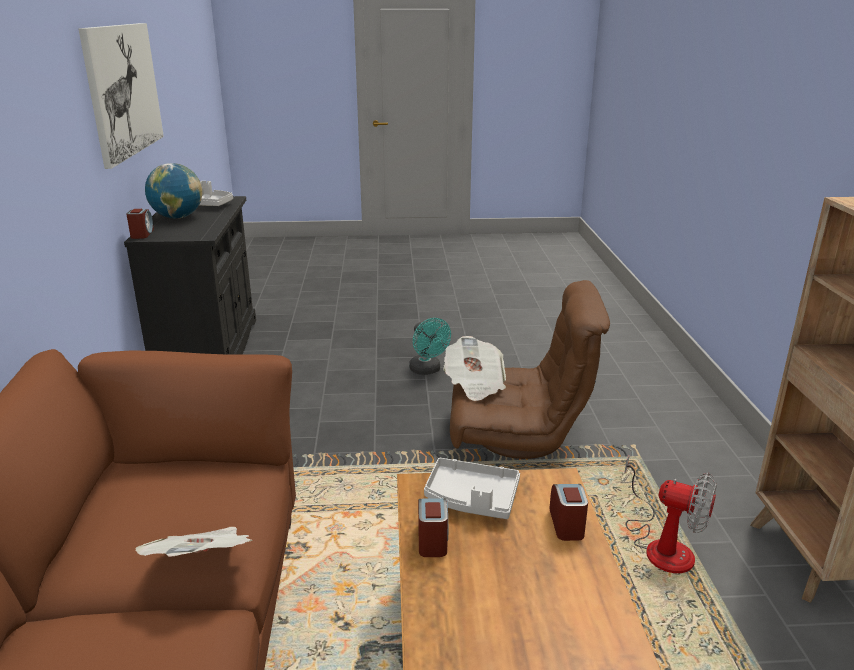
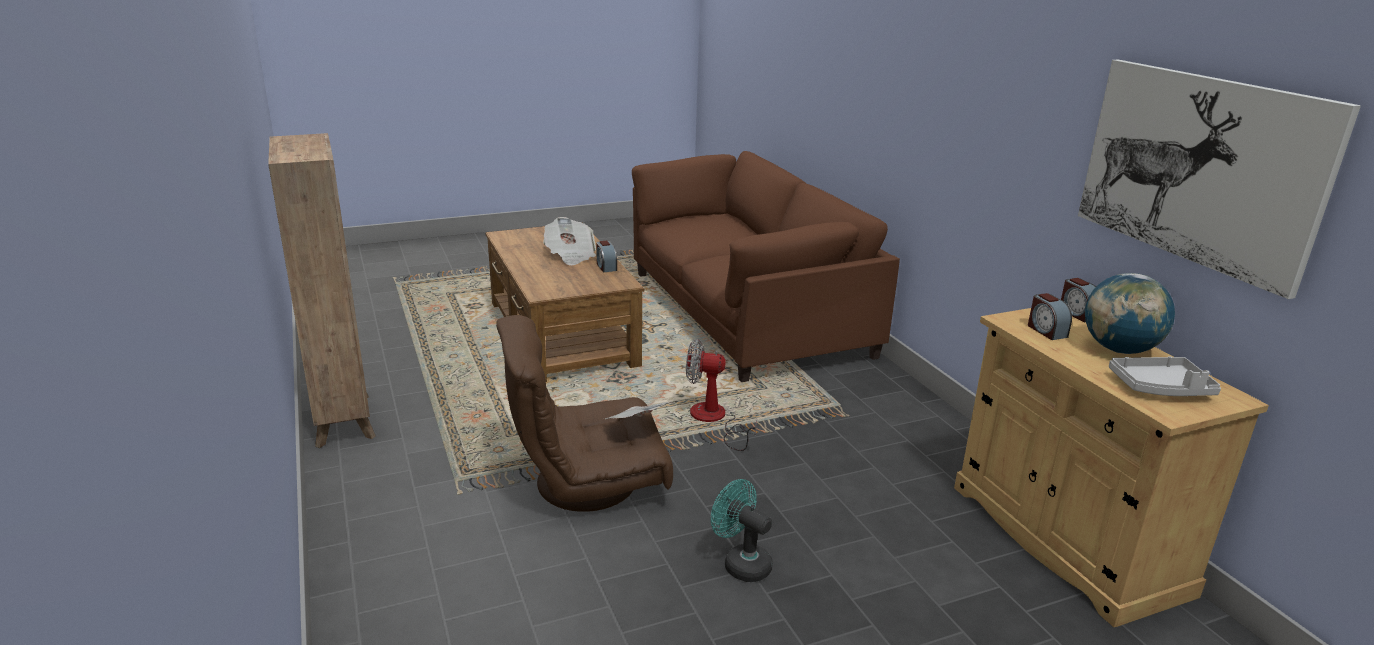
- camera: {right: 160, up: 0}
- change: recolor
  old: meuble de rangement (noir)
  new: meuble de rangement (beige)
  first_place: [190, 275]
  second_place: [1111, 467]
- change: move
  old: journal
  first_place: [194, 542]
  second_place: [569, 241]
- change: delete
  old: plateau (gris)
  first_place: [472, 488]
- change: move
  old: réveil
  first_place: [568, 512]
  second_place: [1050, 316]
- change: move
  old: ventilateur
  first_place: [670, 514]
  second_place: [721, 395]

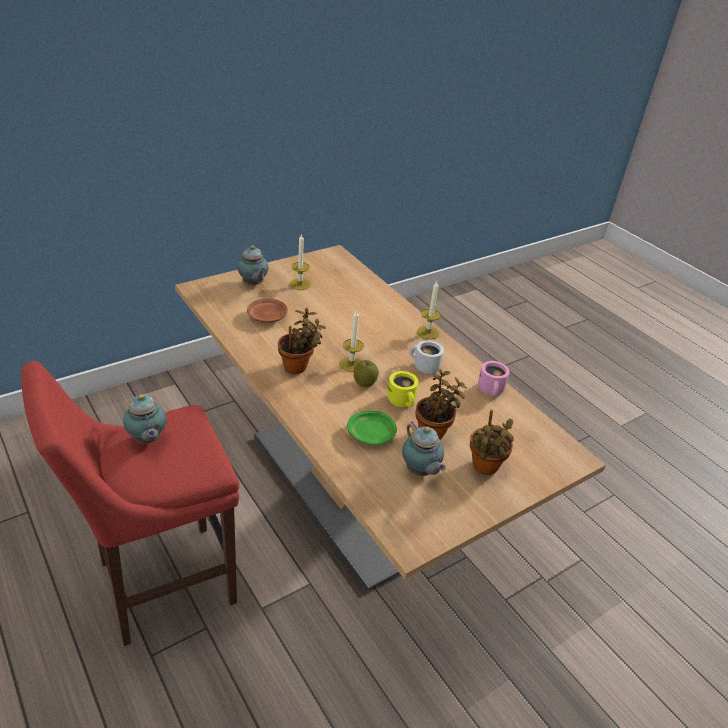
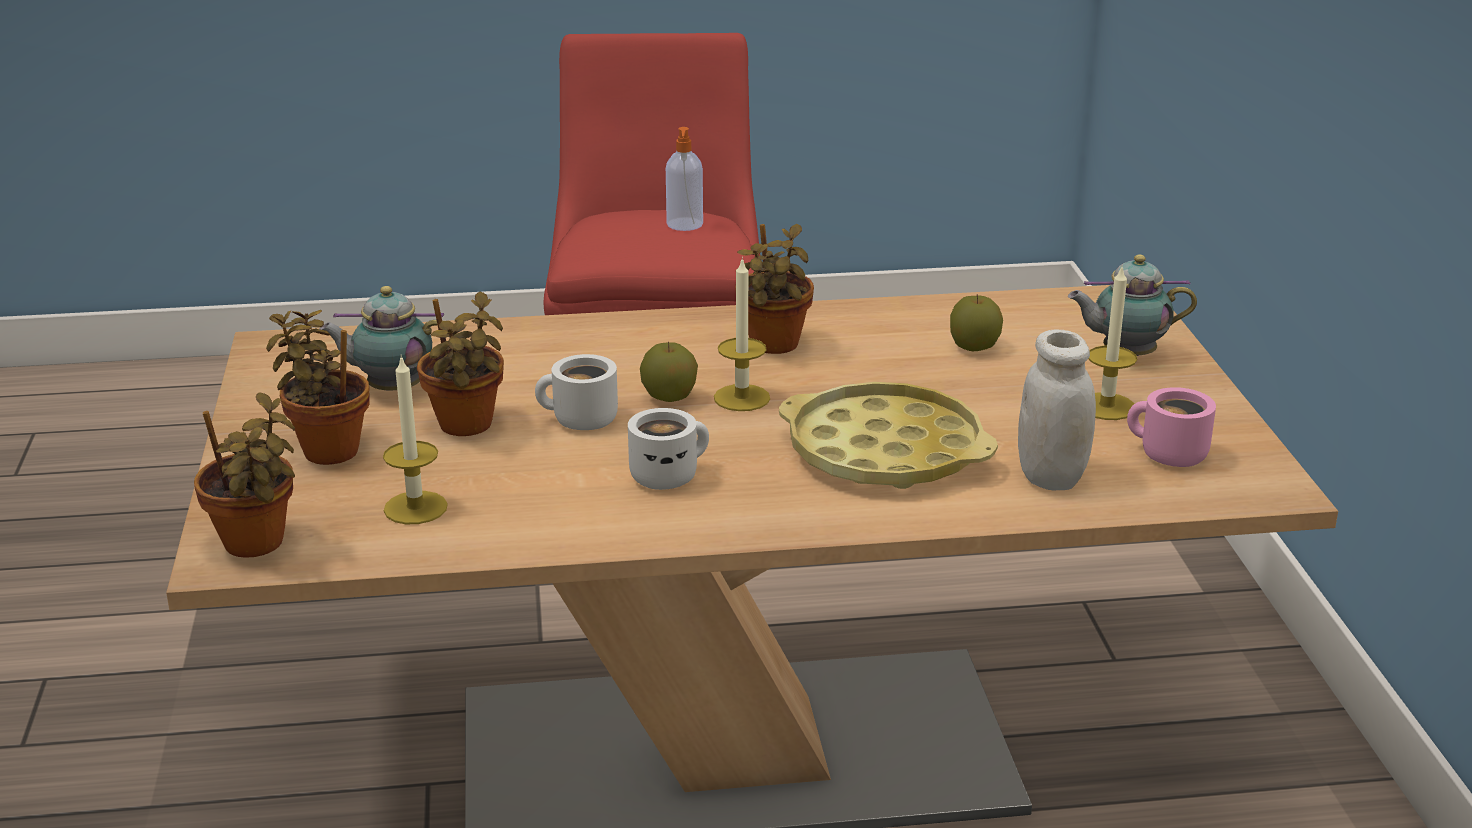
- camera: {right: 120, up: -10}
- change: replace
  old: théière
  new: distributeur de savon
  first_place: [144, 417]
  second_place: [684, 179]
- change: replace
  old: assiette (marron)
  new: pomme
  first_place: [267, 311]
  second_place: [976, 322]
- change: delete
  old: assiette (vert)
  first_place: [372, 428]
- change: recolor
  old: mug (jaune)
  new: mug (blanc)
  first_place: [402, 389]
  second_place: [576, 392]
- change: move
  old: bougie
  first_place: [429, 310]
  second_place: [415, 440]
- change: move
  old: mug (rose)
  first_place: [494, 378]
  second_place: [1171, 427]
- change: insert
  new: plante en pot
  second_place: [244, 475]
- change: insert
  new: plateau (jaune)
  second_place: [888, 435]
- change: insert
  new: bocal (blanc)
  second_place: [1057, 409]

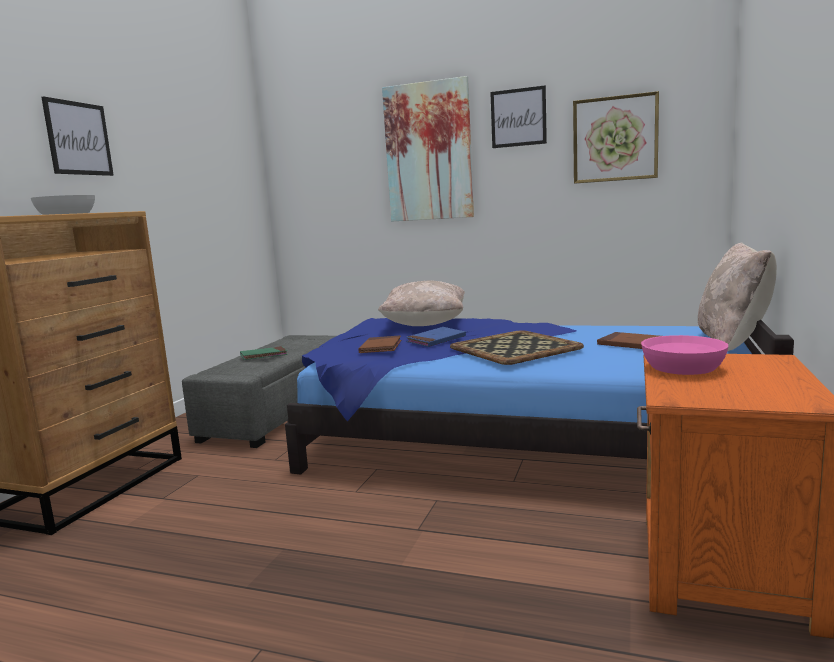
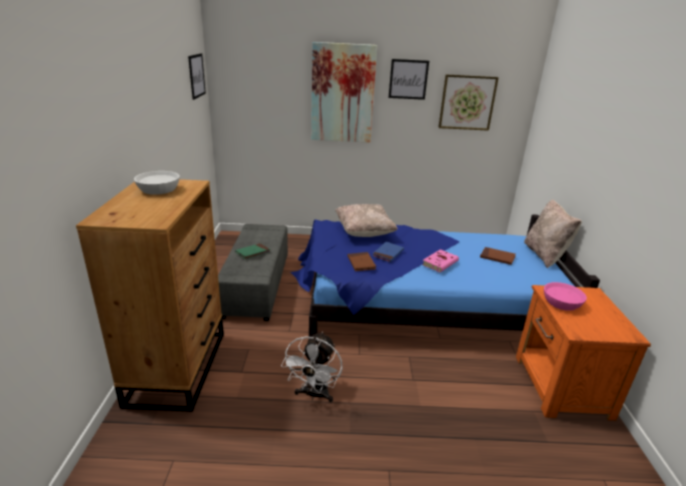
- camera: {right: -20, up: 15}
- change: move
  old: tableau
  first_place: [77, 136]
  second_place: [197, 76]
- change: replace
  old: plateau
  new: livre (rose)
  first_place: [517, 347]
  second_place: [440, 260]
- change: insert
  new: ventilateur (blanc)
  second_place: [312, 367]

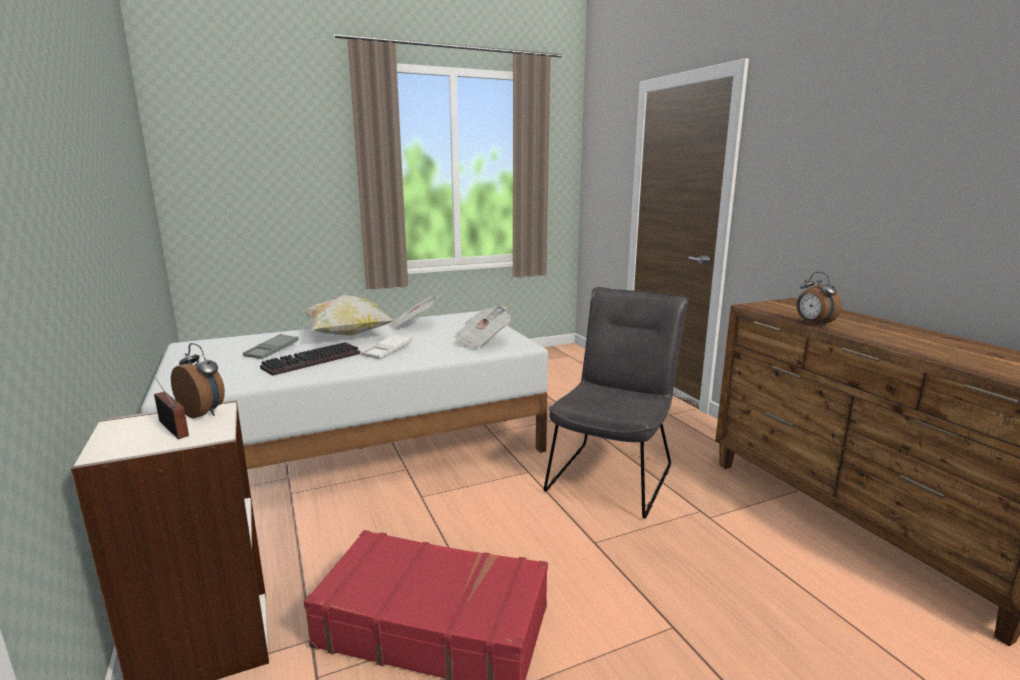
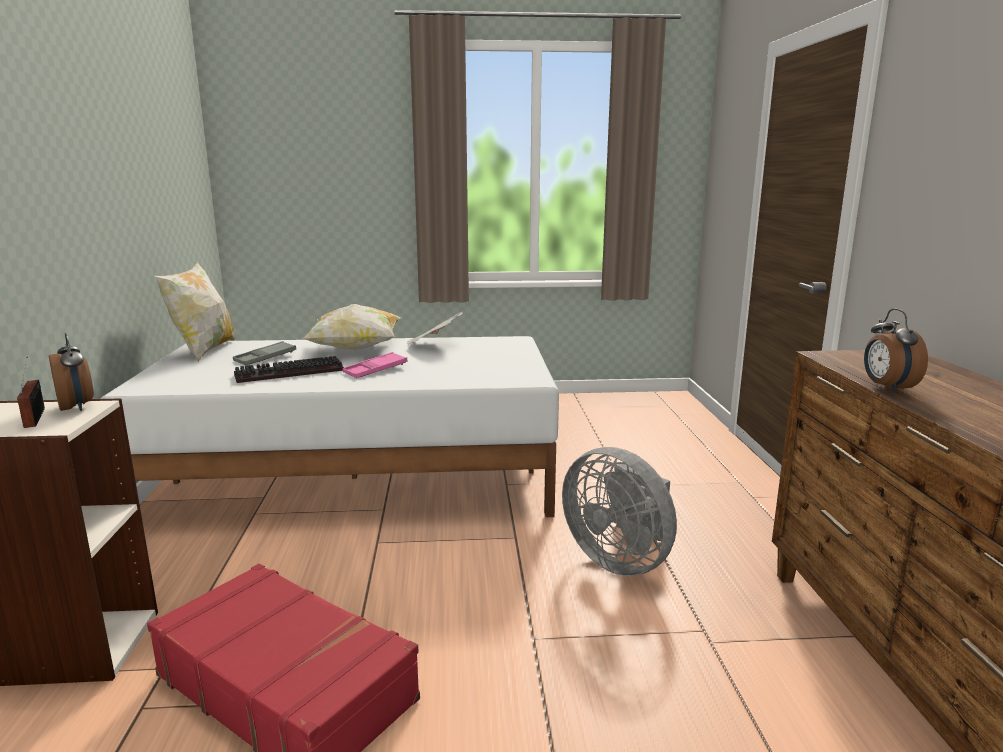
- camera: {right: 20, up: 0}
- change: recolor
  old: plateau (blanc)
  new: plateau (rose)
  first_place: [387, 346]
  second_place: [375, 365]
- change: delete
  old: journal
  first_place: [482, 327]
- change: replace
  old: chaise (gris)
  new: ventilateur (gris)
  first_place: [616, 403]
  second_place: [619, 511]
- change: insert
  new: coussin
  second_place: [195, 312]

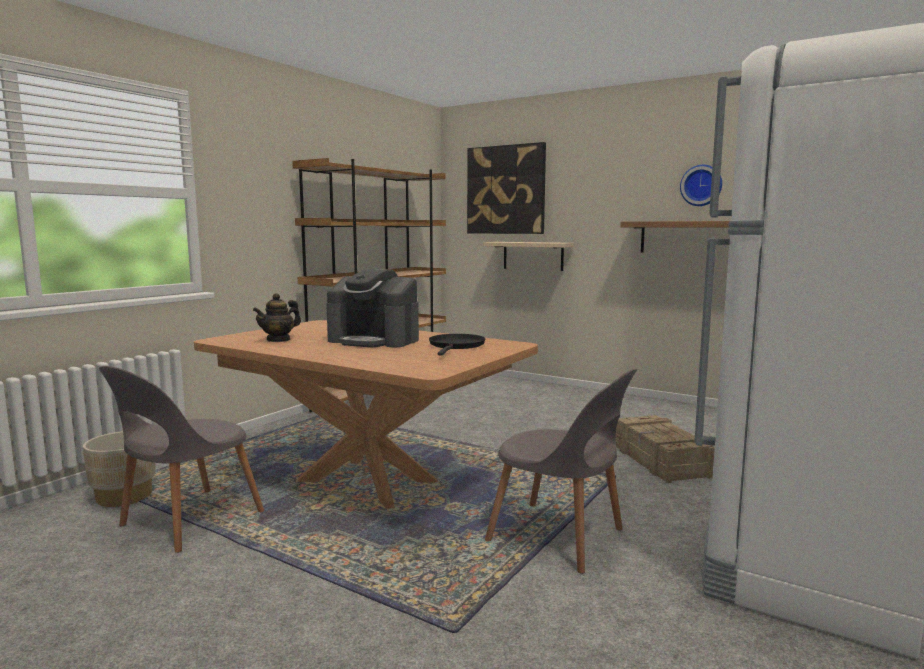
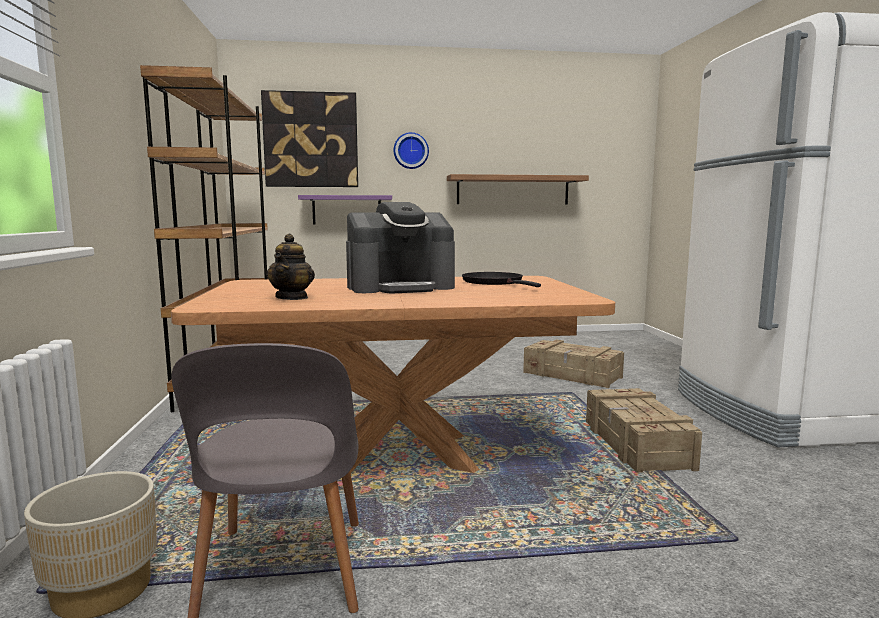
- camera: {right: -40, up: 0}
- change: recolor
  old: étagère (beige)
  new: étagère (violet)
  first_place: [528, 256]
  second_place: [345, 210]
- change: replace
  old: chaise (gris)
  new: caisse
  first_place: [561, 471]
  second_place: [644, 430]
- change: move
  old: horloge murale
  first_place: [701, 185]
  second_place: [411, 150]

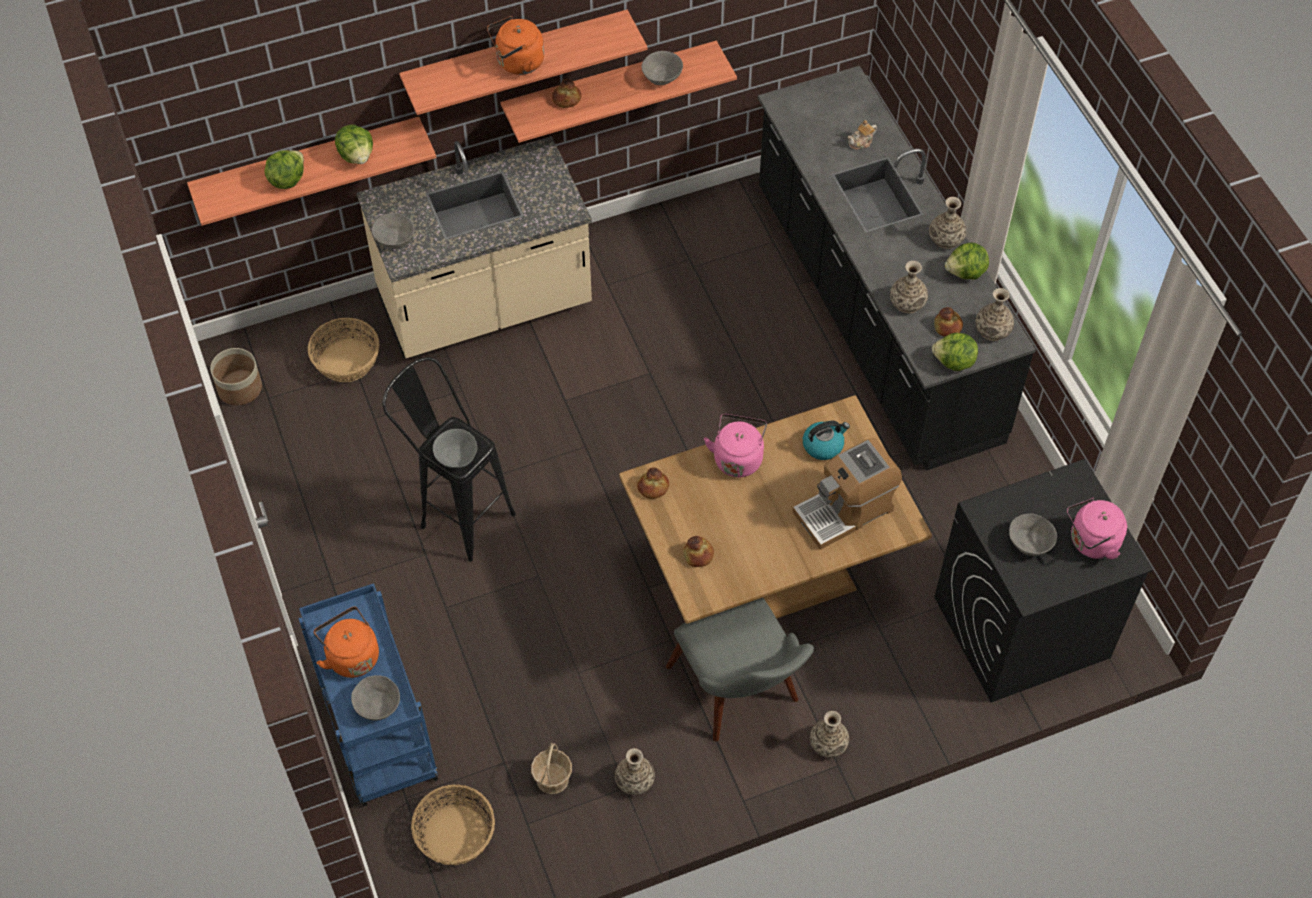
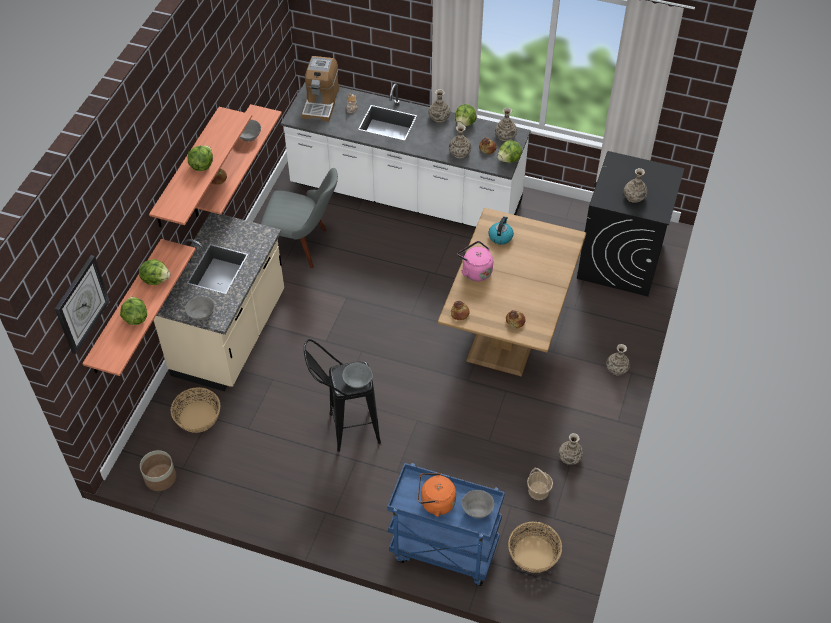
- camera: {right: -50, up: -5}
- change: replace
  old: bouilloire (orange)
  new: laitue
  first_place: [515, 45]
  second_place: [200, 158]
- change: move
  old: chaise (gris)
  first_place: [740, 670]
  second_place: [299, 218]
- change: recolor
  old: comptoir de cuisine (noir)
  new: comptoir de cuisine (blanc)
  first_place: [897, 268]
  second_place: [405, 155]
- change: move
  old: machine à café
  first_place: [847, 494]
  second_place: [320, 88]
- change: replace
  old: bol (gris)
  new: vase
  first_place: [1033, 535]
  second_place: [635, 185]
- change: delete
  old: bouilloire (rose)
  first_place: [1097, 528]
- change: insert
  new: horloge murale
  second_place: [82, 304]

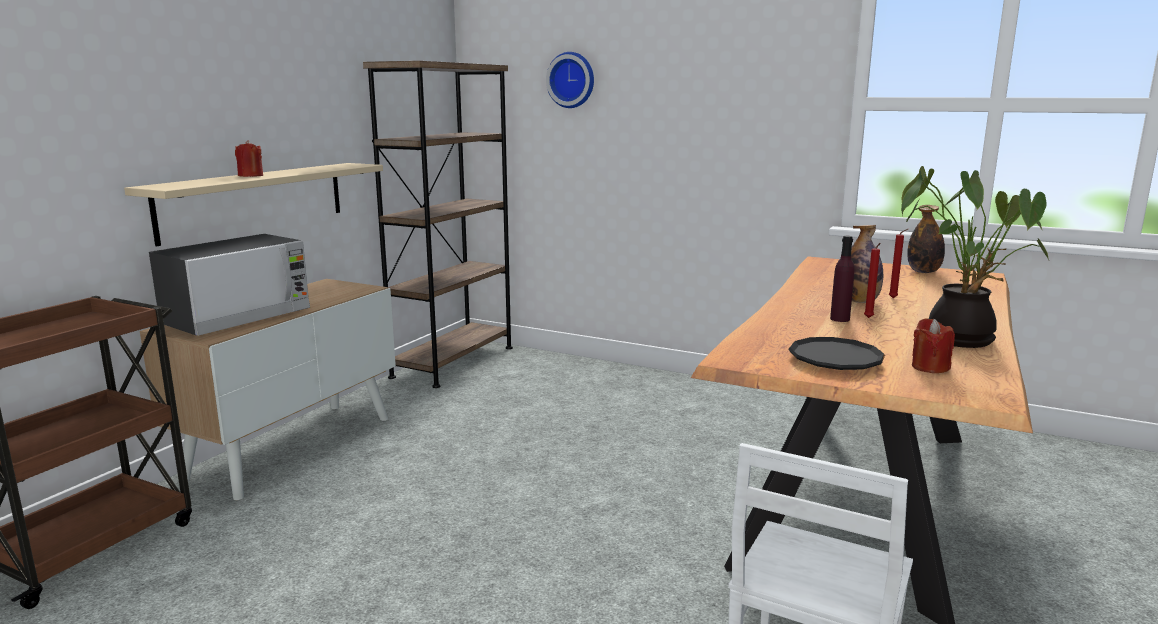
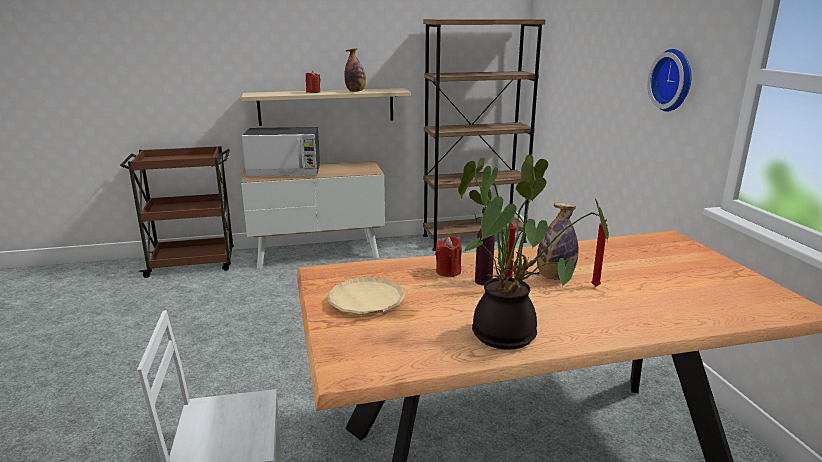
- camera: {right: 50, up: 5}
- change: move
  old: horloge murale
  first_place: [570, 80]
  second_place: [670, 80]
- change: recolor
  old: assiette (noir)
  new: assiette (beige)
  first_place: [836, 353]
  second_place: [366, 296]
- change: move
  old: bouteille
  first_place: [926, 239]
  second_place: [355, 70]
- change: move
  old: bougie (rouge)
  first_place: [933, 345]
  second_place: [448, 256]

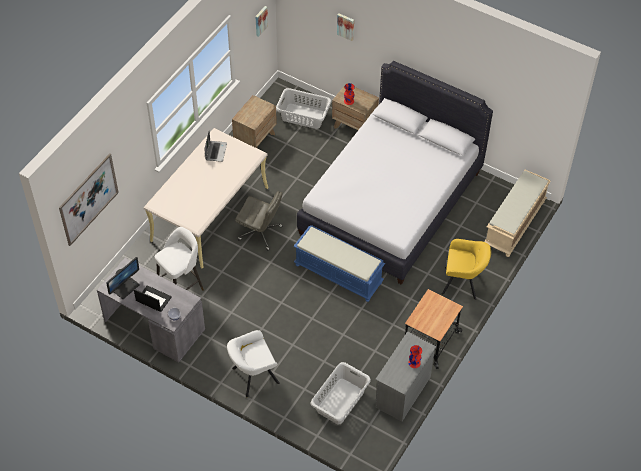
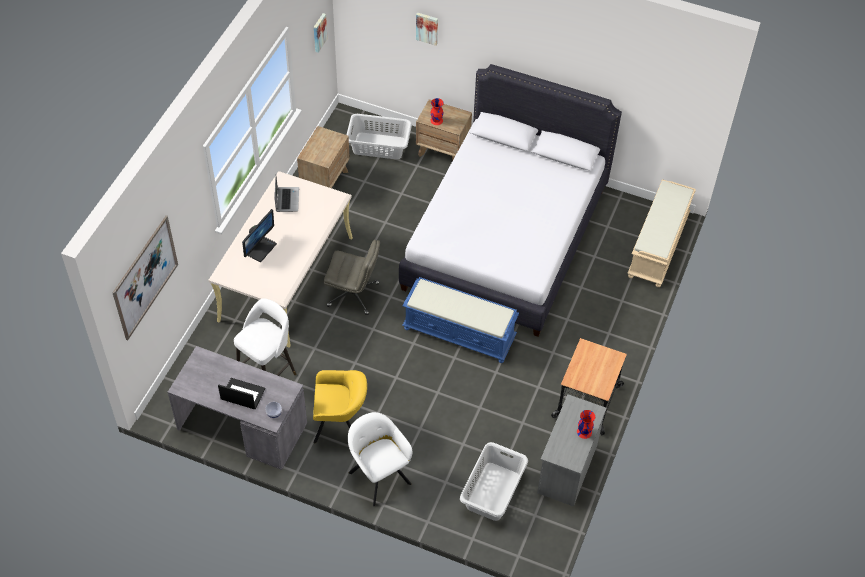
- camera: {right: -10, up: 0}
- change: move
  old: écran d'ordinateur
  first_place: [123, 278]
  second_place: [259, 235]
- change: rotate
  old: fauteuil (blanc)
  first_place: [253, 364]
  second_place: [380, 459]
  degrees: 90
- change: move
  old: fauteuil (jaune)
  first_place: [466, 269]
  second_place: [340, 407]

